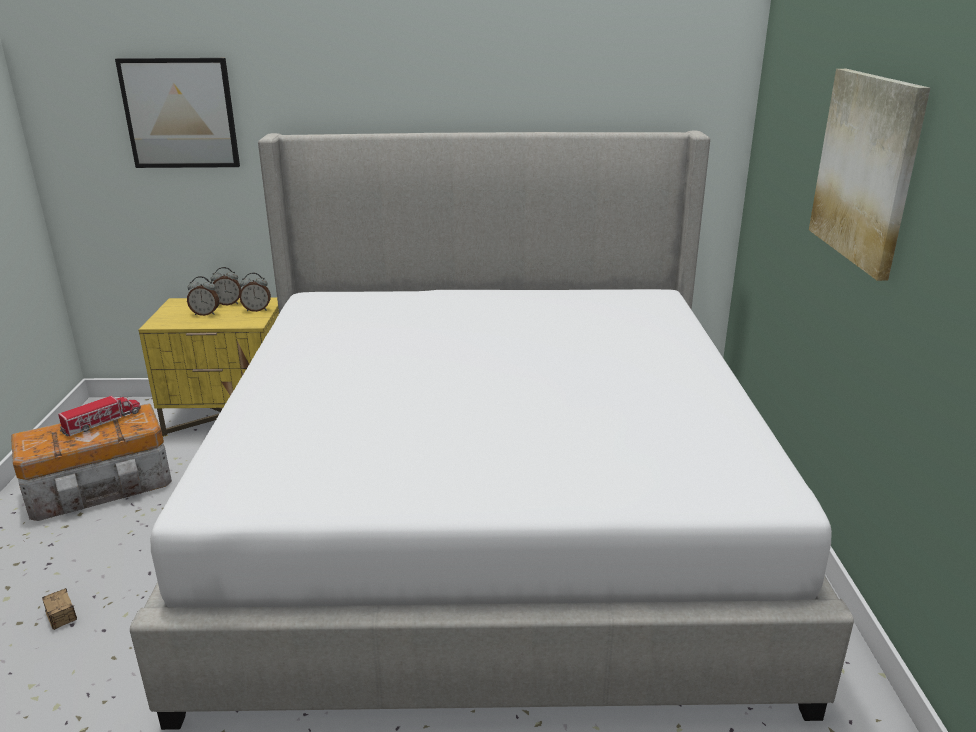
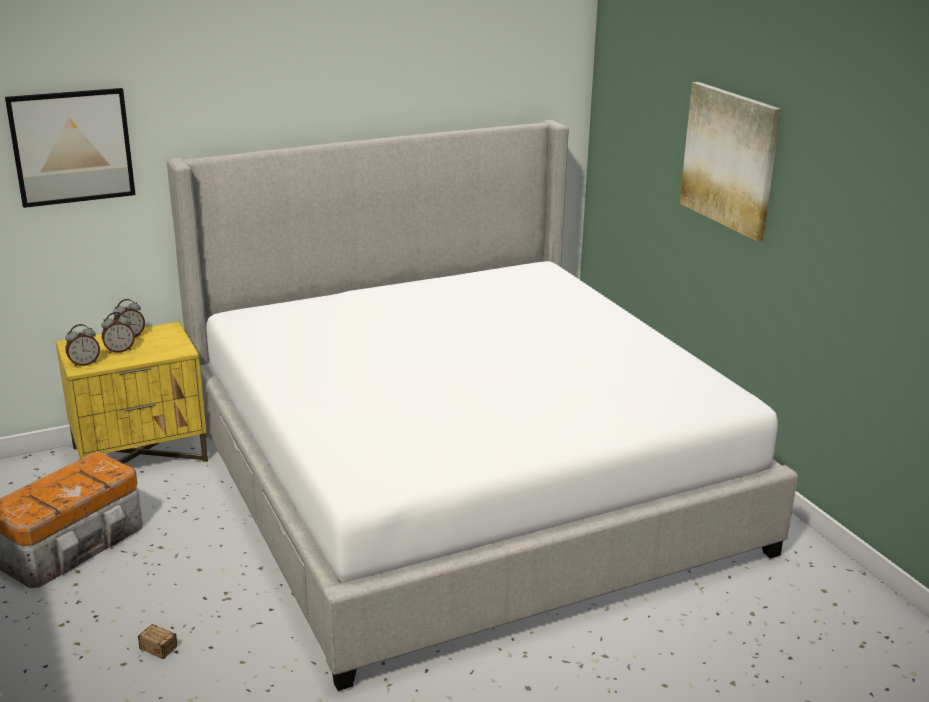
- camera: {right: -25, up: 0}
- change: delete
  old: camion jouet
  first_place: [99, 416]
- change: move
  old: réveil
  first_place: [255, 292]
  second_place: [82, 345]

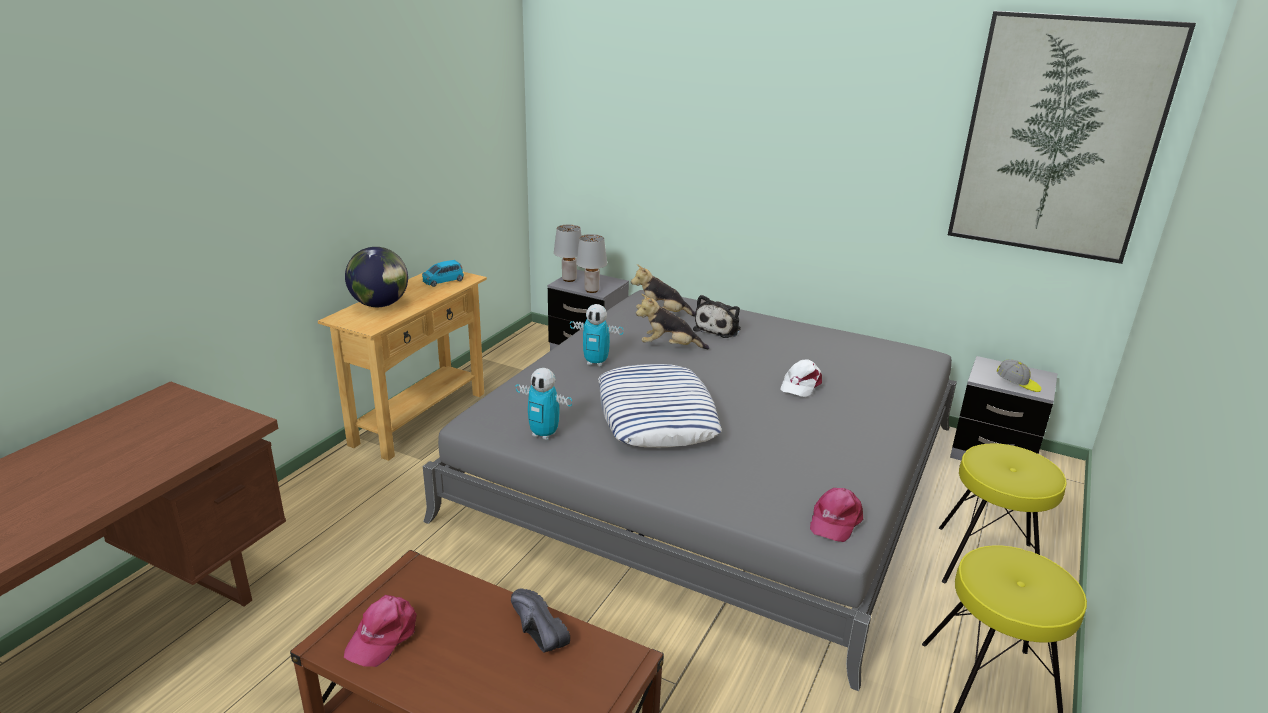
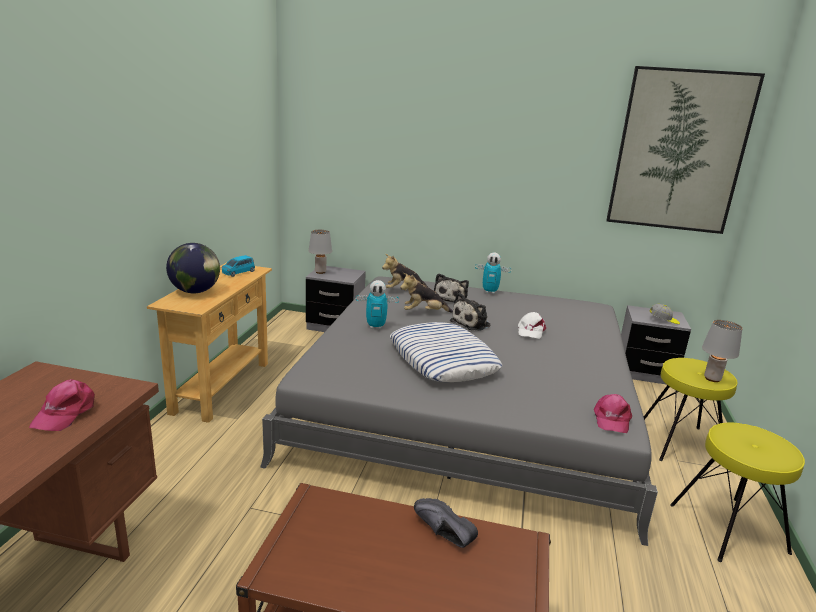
- camera: {right: -15, up: -5}
- change: move
  old: casquette (rose)
  first_place: [380, 631]
  second_place: [62, 405]
- change: move
  old: robot jouet
  first_place: [543, 404]
  second_place: [493, 273]
- change: move
  old: lampe de table (gris)
  first_place: [591, 263]
  second_place: [722, 351]
- change: insert
  new: peluche
  second_place: [470, 312]

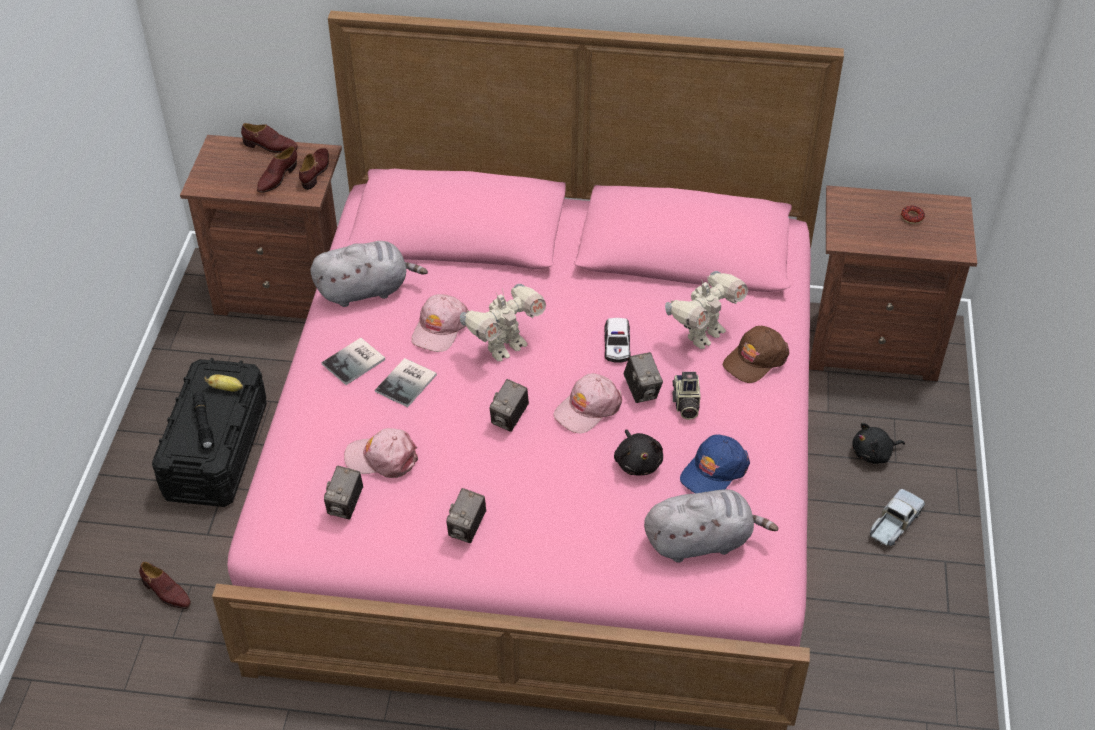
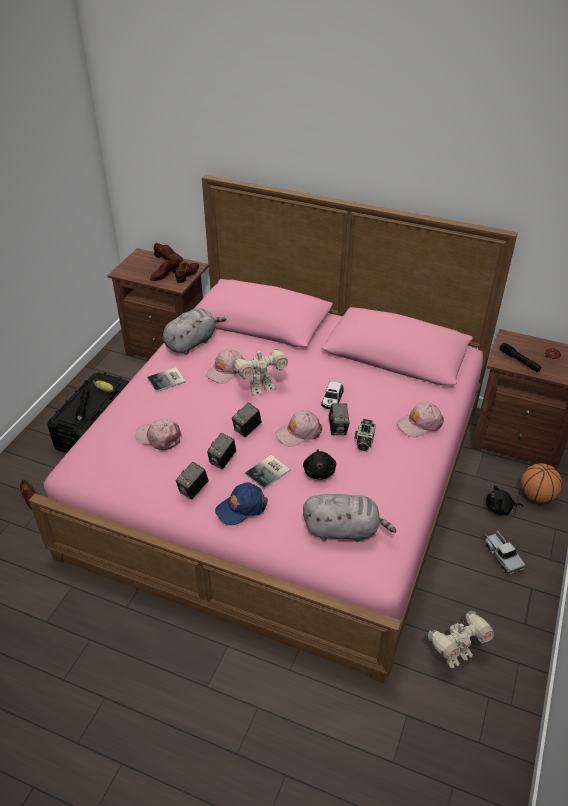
- camera: {right: 15, up: -5}
- change: rotate
  old: peluche (gris)
  first_place: [369, 274]
  second_place: [194, 331]
  degrees: -45
- change: move
  old: appareil photo
  first_place: [343, 492]
  second_place: [221, 451]
- change: move
  old: livre
  first_place: [406, 382]
  second_place: [267, 472]
- change: move
  old: robot jouet
  first_place: [706, 310]
  second_place: [461, 640]
- change: move
  old: casquette (bleu)
  first_place: [715, 463]
  second_place: [241, 503]
- change: recolor
  old: casquette (marron)
  new: casquette (rose)
  first_place: [756, 354]
  second_place: [420, 419]
- change: rotate
  old: camion jouet
  first_place: [897, 517]
  second_place: [505, 552]
  degrees: 105
- change: insert
  new: lampe de poche (noir)
  second_place: [520, 357]
- change: insert
  new: ballon de basket
  second_place: [541, 483]

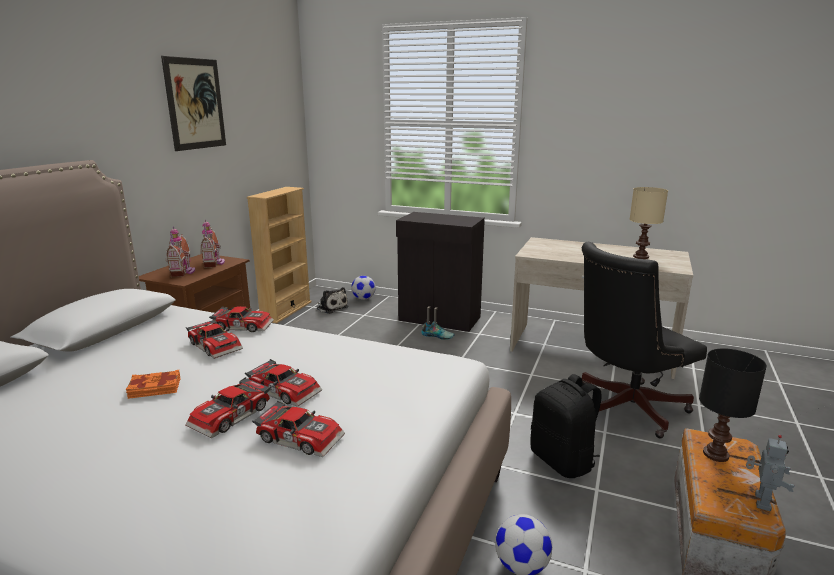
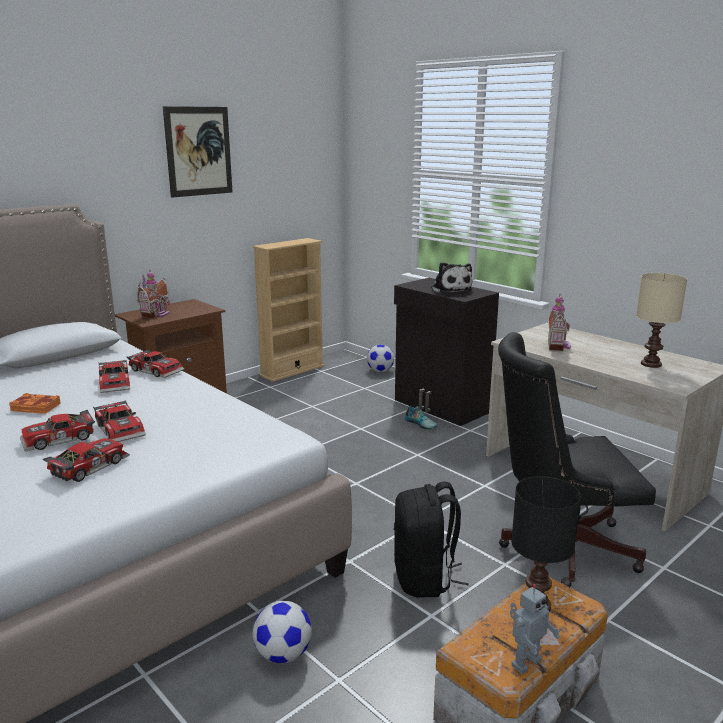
- camera: {right: 25, up: 0}
- change: move
  old: maison miniature
  first_place: [212, 243]
  second_place: [559, 322]
- change: rotate
  old: petite voiture
  first_place: [298, 429]
  second_place: [86, 460]
  degrees: -105
- change: move
  old: peluche
  first_place: [332, 300]
  second_place: [452, 278]

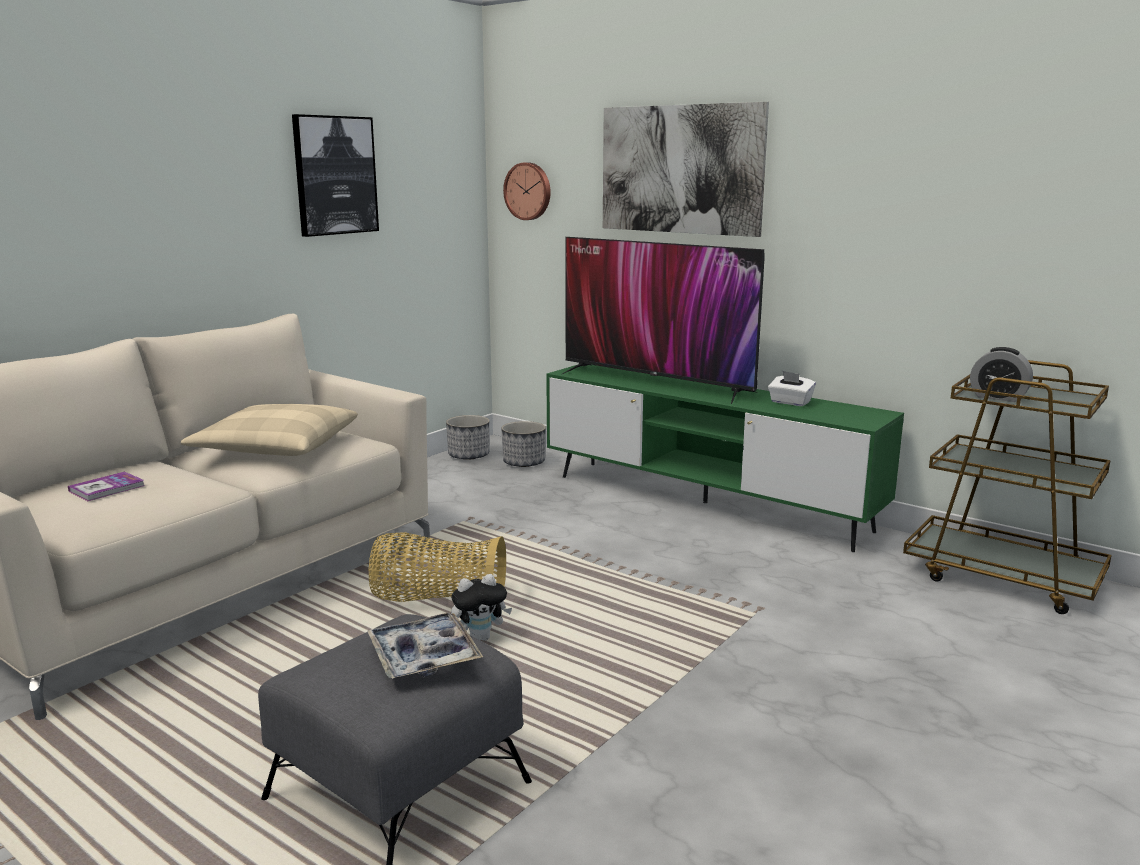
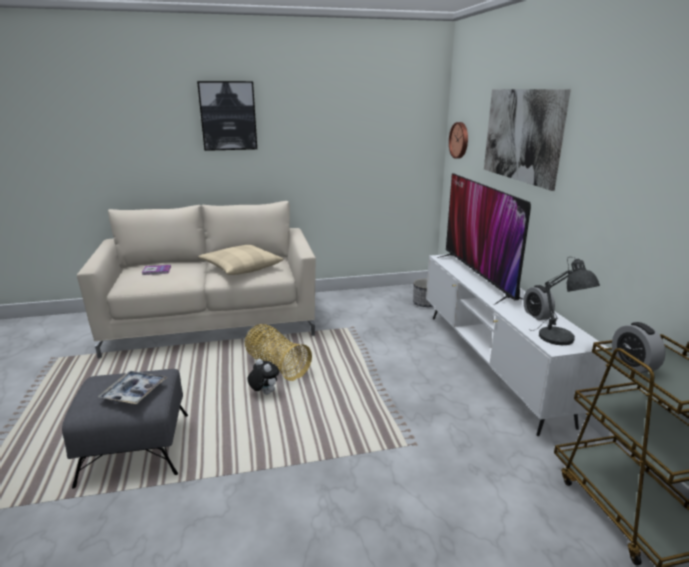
- camera: {right: 40, up: 5}
- change: move
  old: tableau
  first_place: [335, 175]
  second_place: [227, 116]
- change: delete
  old: cache-pot
  first_place: [468, 437]
- change: rotate
  old: peluche
  first_place: [481, 607]
  second_place: [263, 377]
  degrees: -150
- change: recolor
  old: meuble télé (vert)
  new: meuble télé (blanc)
  first_place: [725, 458]
  second_place: [517, 345]
- change: replace
  old: boîte à mouchoirs (blanc)
  new: réveil
  first_place: [792, 388]
  second_place: [539, 302]
- change: insert
  new: lampe de table (gris)
  second_place: [564, 301]

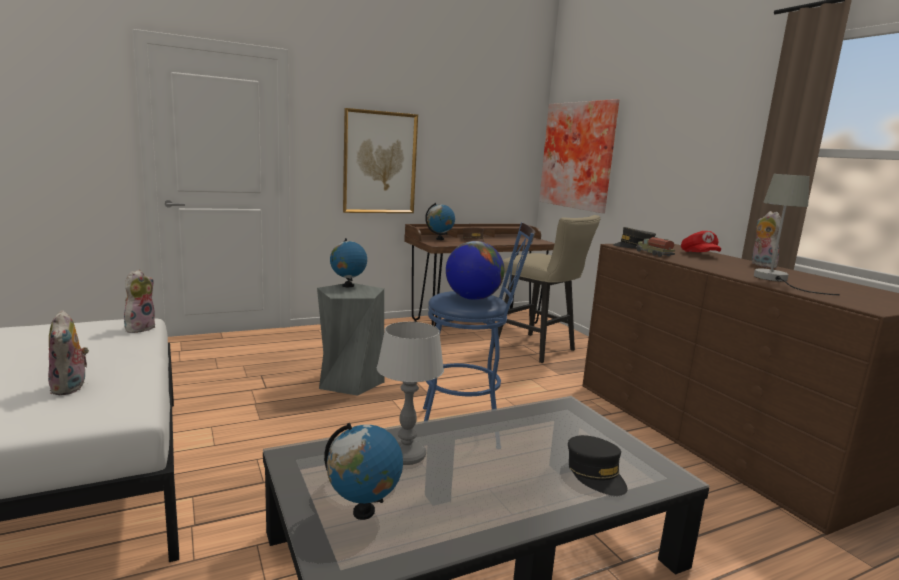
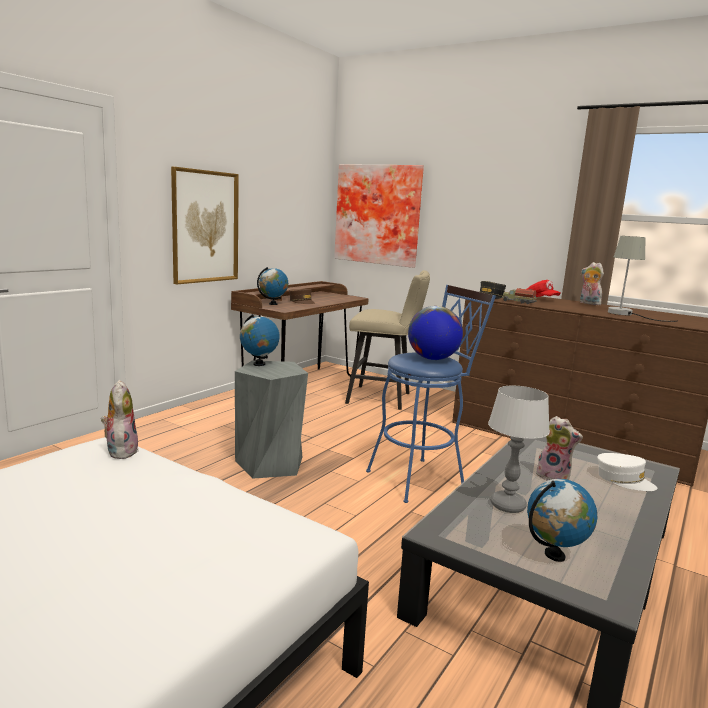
- camera: {right: -30, up: 0}
- change: move
  old: peluche
  first_place: [68, 352]
  second_place: [559, 448]
- change: recolor
  old: casquette (noir)
  new: casquette (blanc)
  first_place: [597, 465]
  second_place: [627, 472]

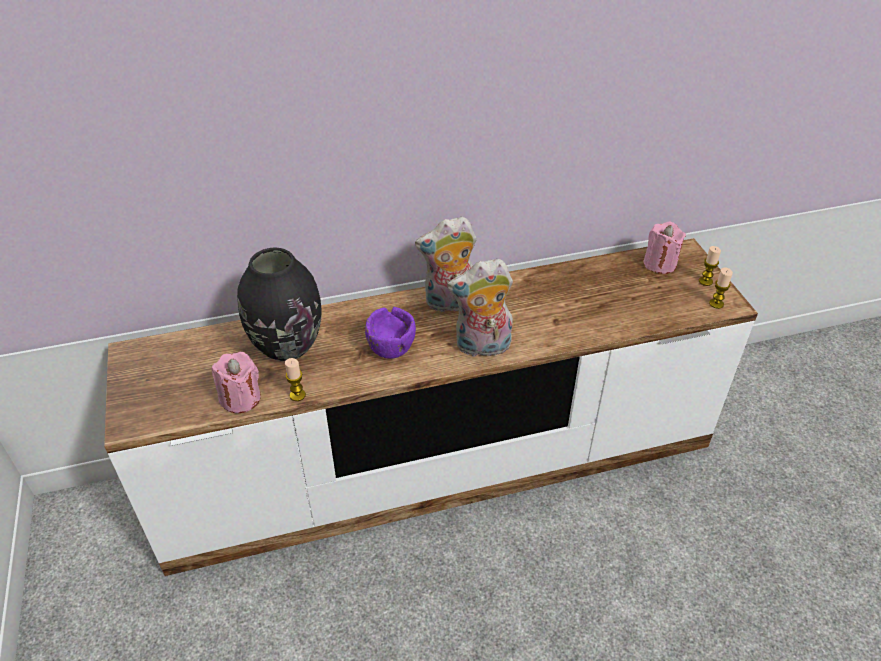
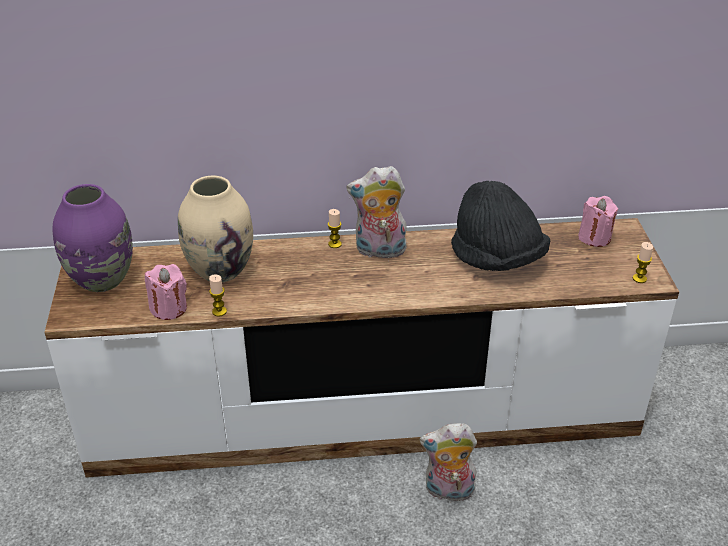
- camera: {right: 10, up: -5}
- change: recolor
  old: vase (noir)
  new: vase (beige)
  first_place: [279, 304]
  second_place: [215, 229]
- change: delete
  old: bol (violet)
  first_place: [390, 333]
- change: move
  old: peluche
  first_place: [480, 307]
  second_place: [448, 462]
- change: move
  old: bougie
  first_place: [710, 266]
  second_place: [335, 228]
- change: insert
  new: vase (violet)
  second_place: [92, 238]
- change: insert
  new: chapeau (noir)
  second_place: [500, 226]

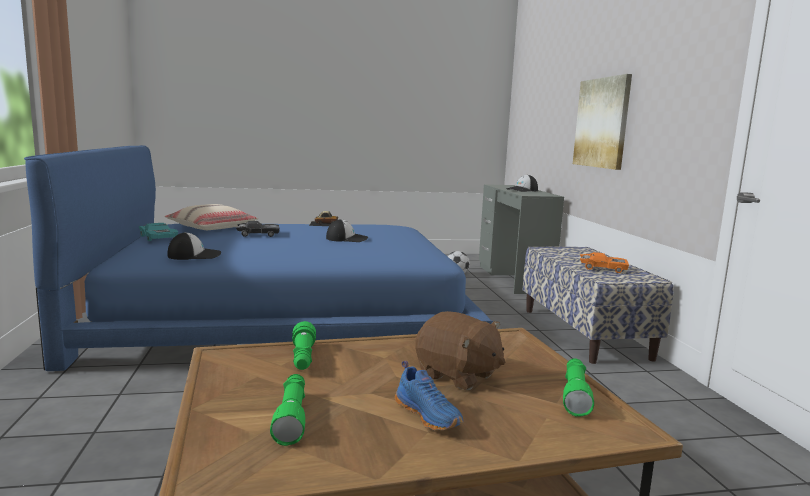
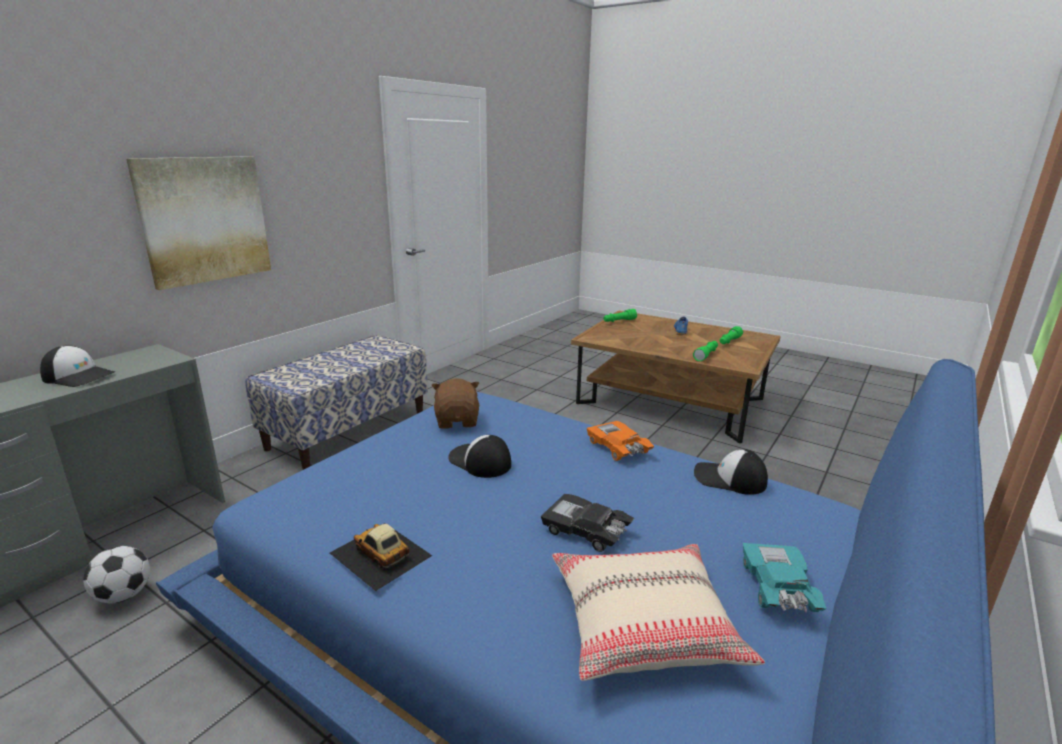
- camera: {right: -135, up: 10}
- change: move
  old: peluche (marron)
  first_place: [460, 350]
  second_place: [455, 403]
- change: move
  old: petite voiture (orange)
  first_place: [604, 262]
  second_place: [620, 441]

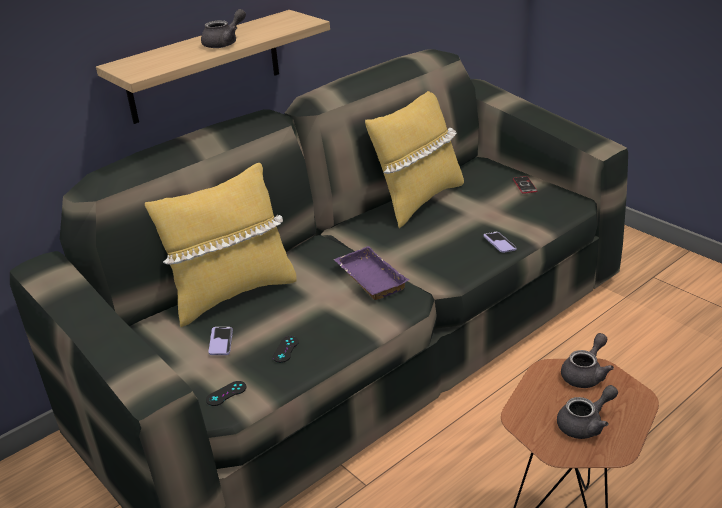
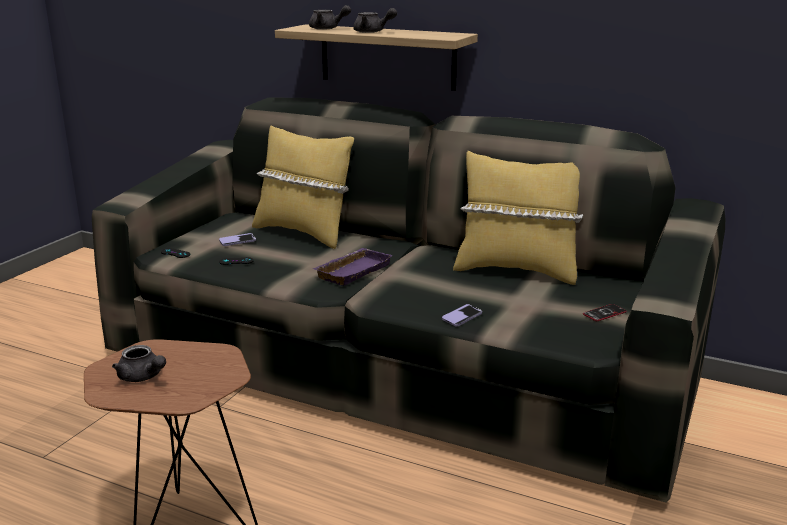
- camera: {right: 65, up: -10}
- change: move
  old: théière (gris)
  first_place: [587, 360]
  second_place: [330, 17]

